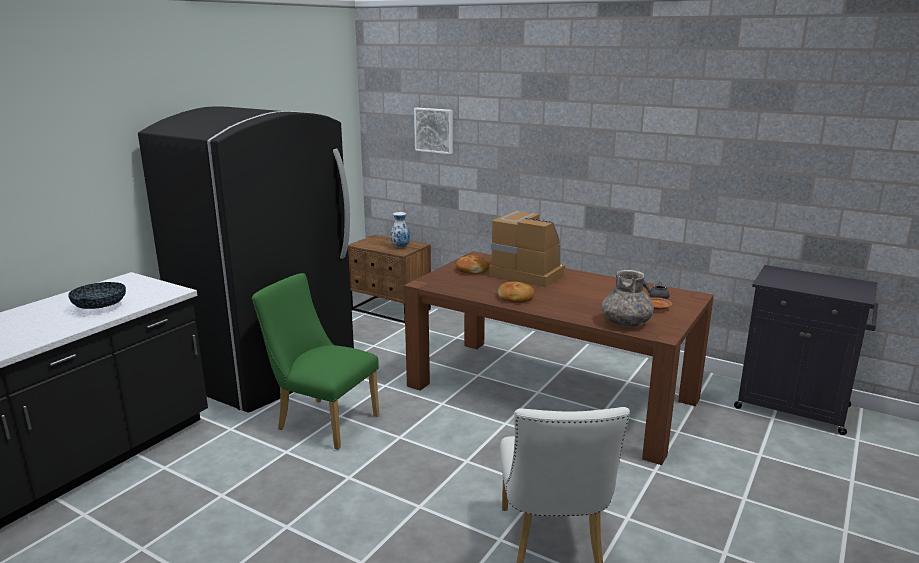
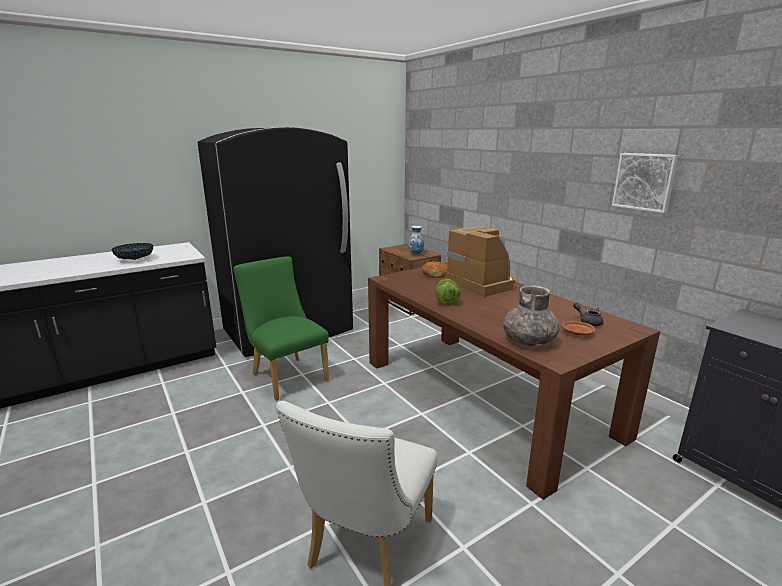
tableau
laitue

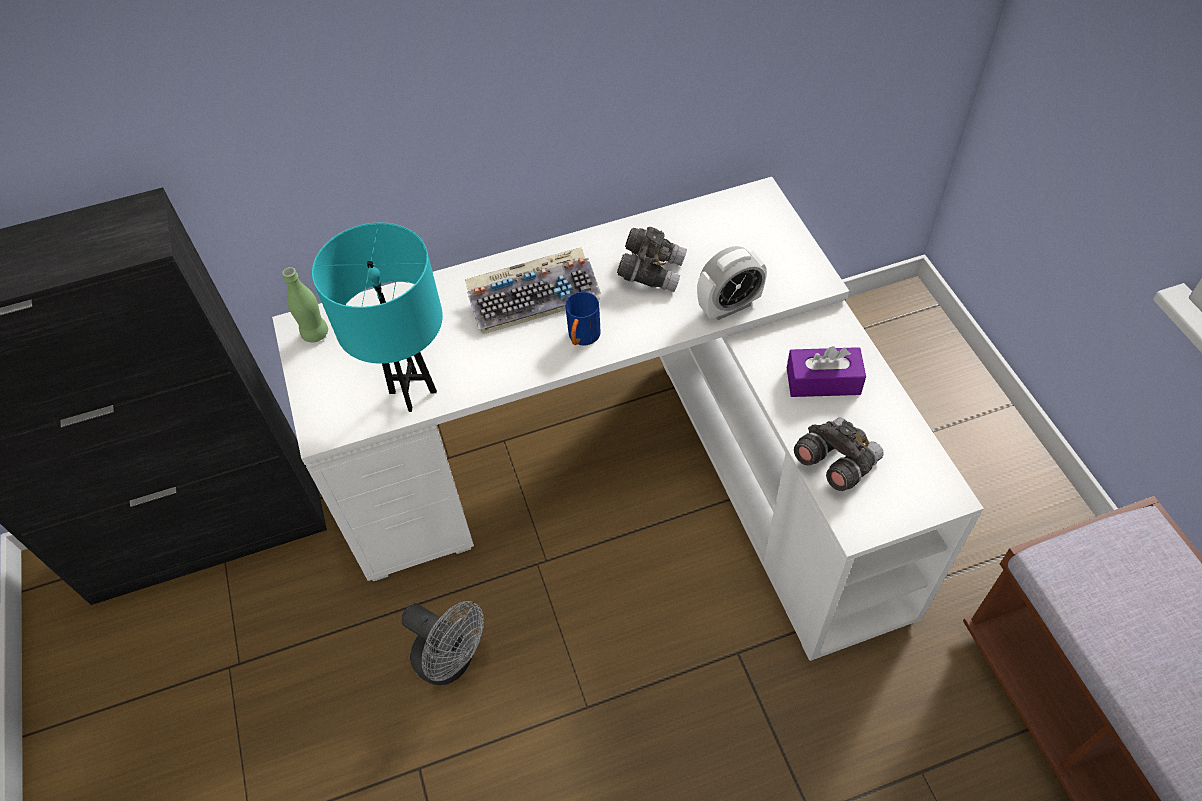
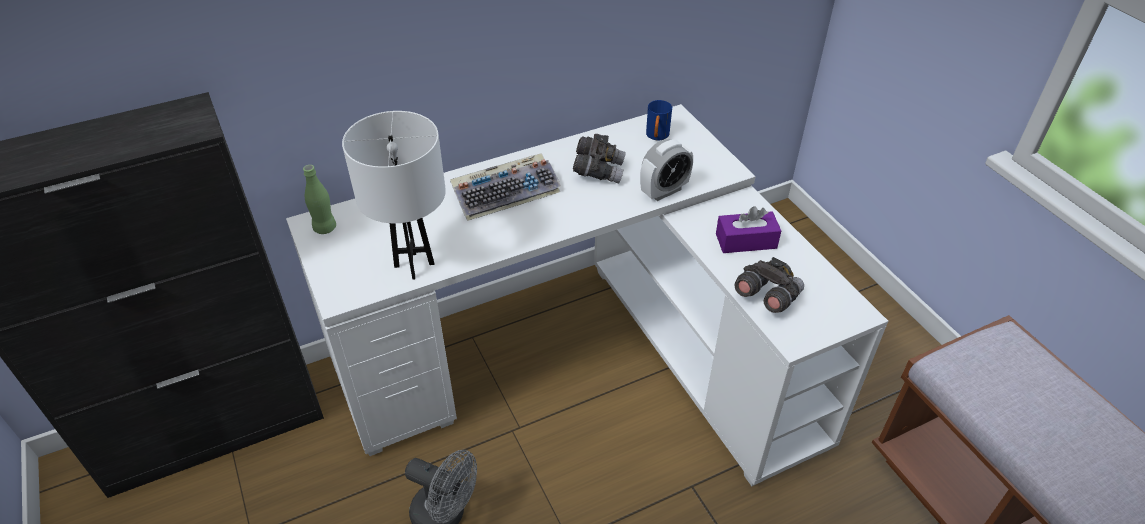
mug [bleu]
lampe de table [blanc]

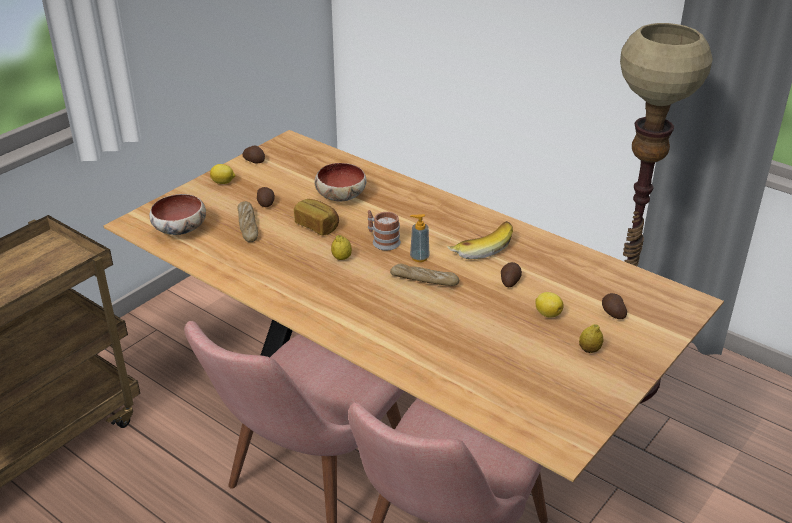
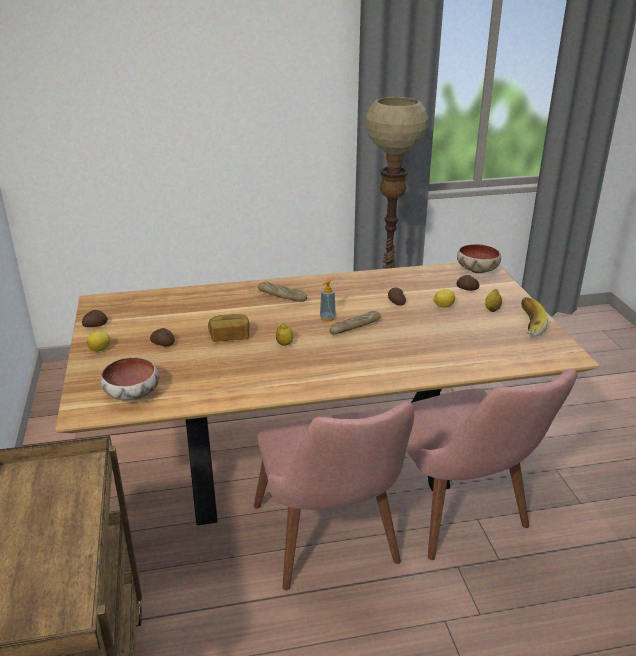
mug
pain (no. 2 from left)
bol (no. 2 from left)
banane

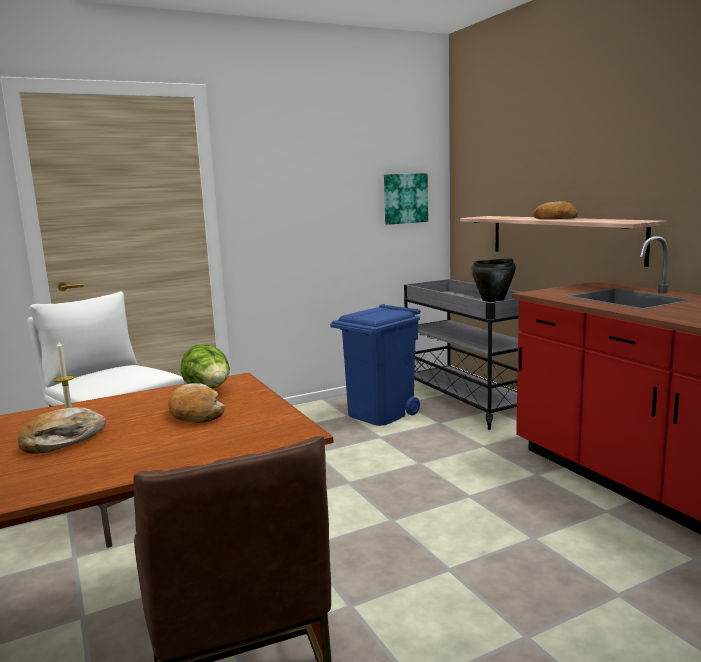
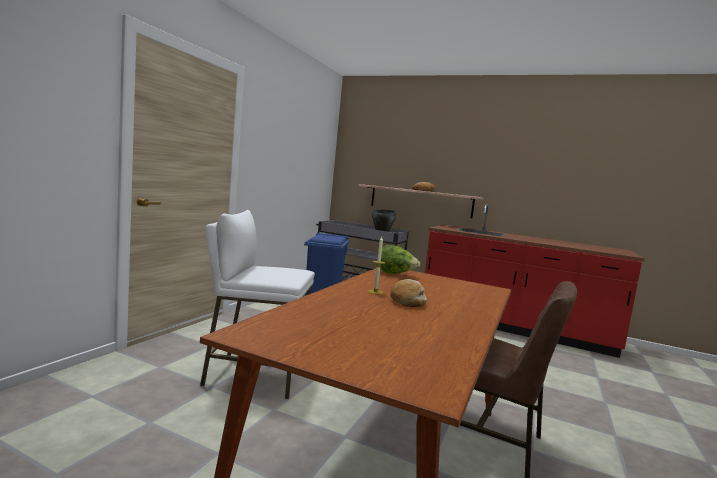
pain (no. 2 from left in the first image)
tableau

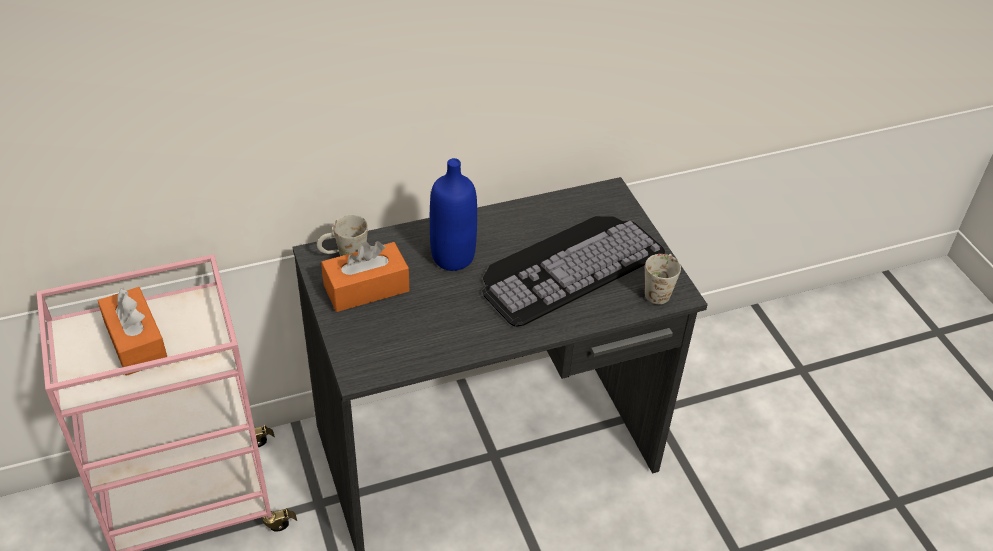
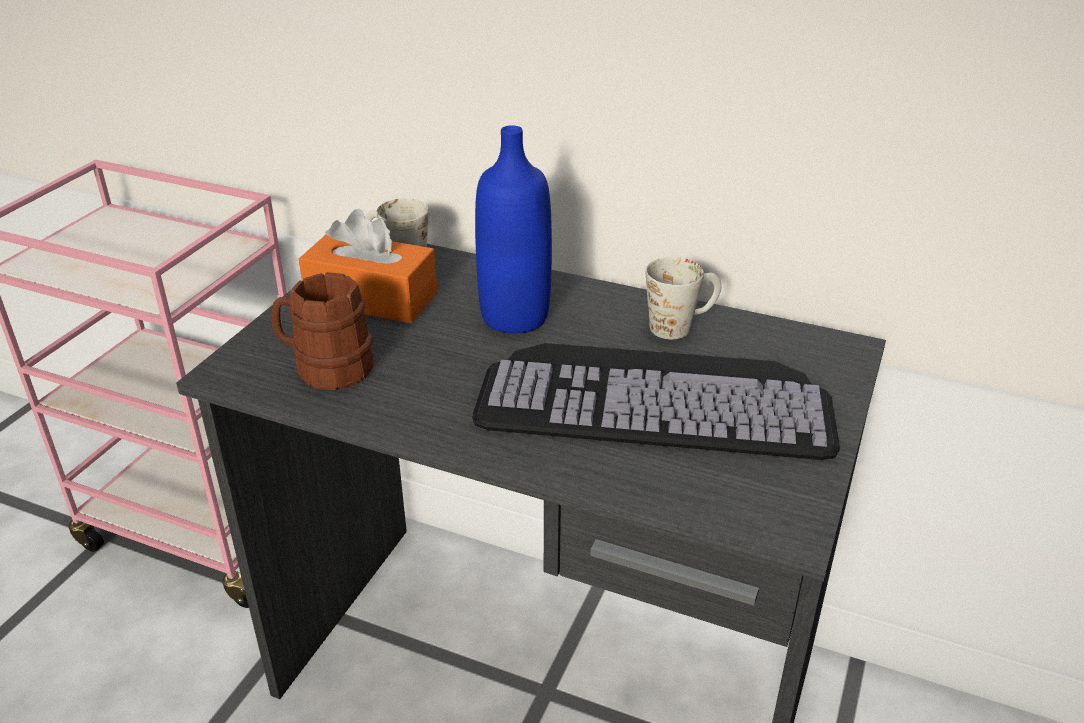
boîte à mouchoirs [orange] (no. 1 from left in the first image)
mug [marron]
mug [blanc] (no. 2 from left)

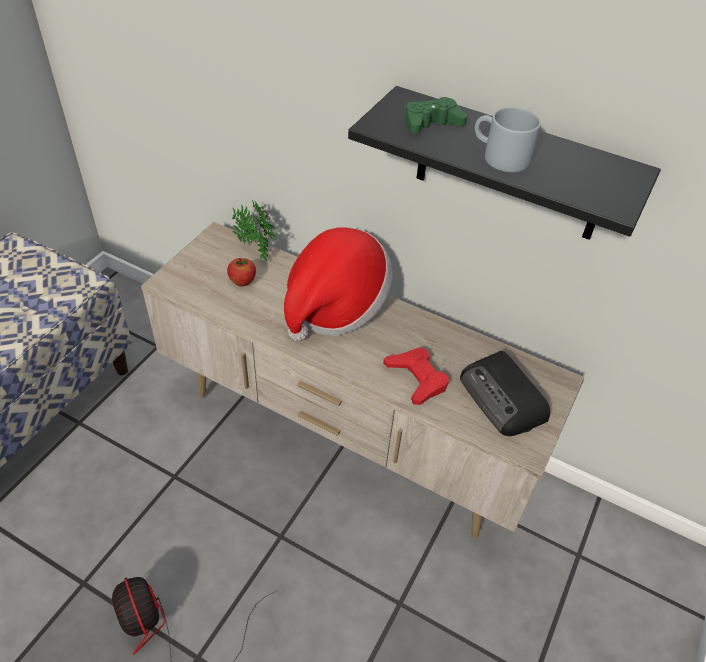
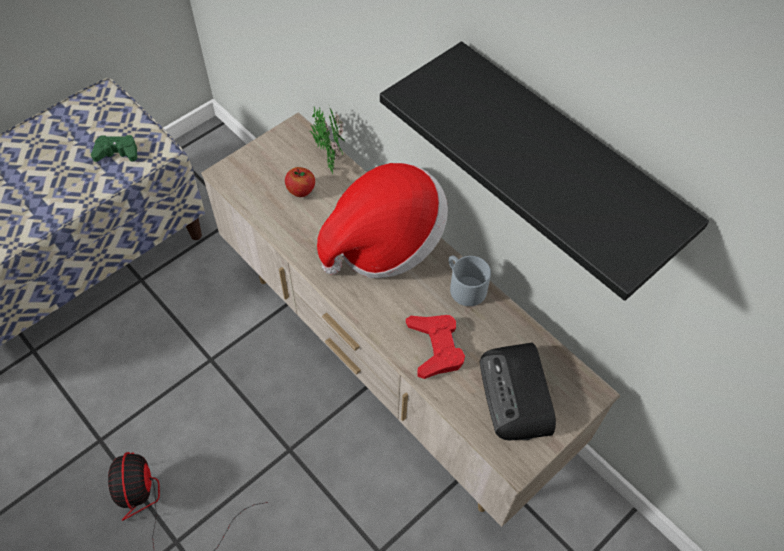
manette [vert]
mug [gris]

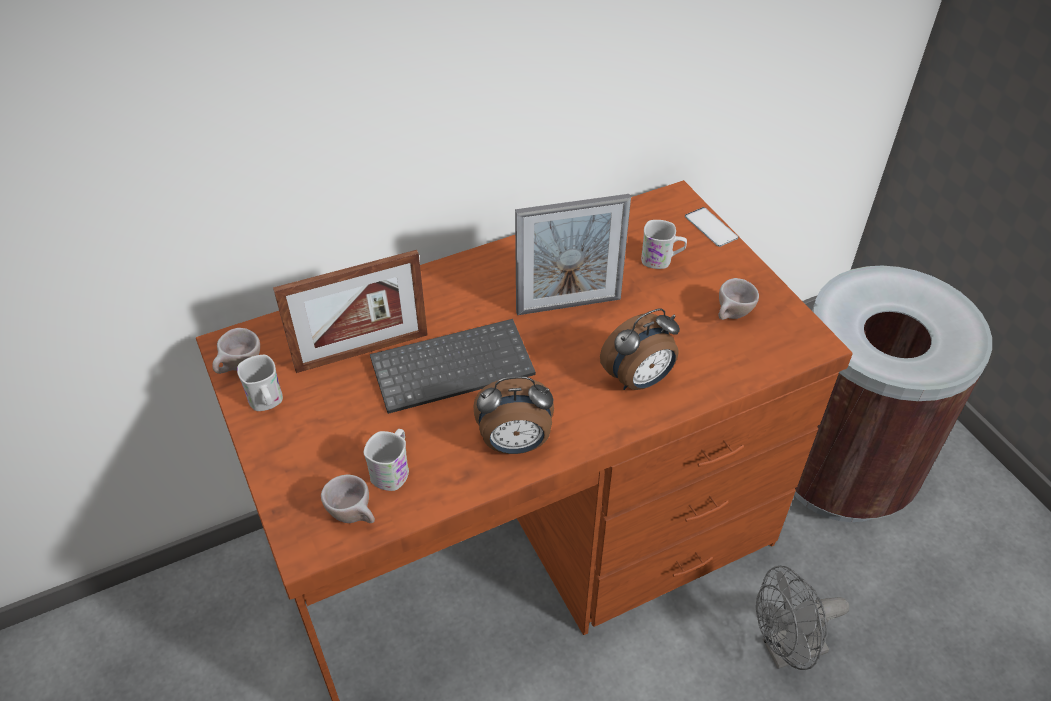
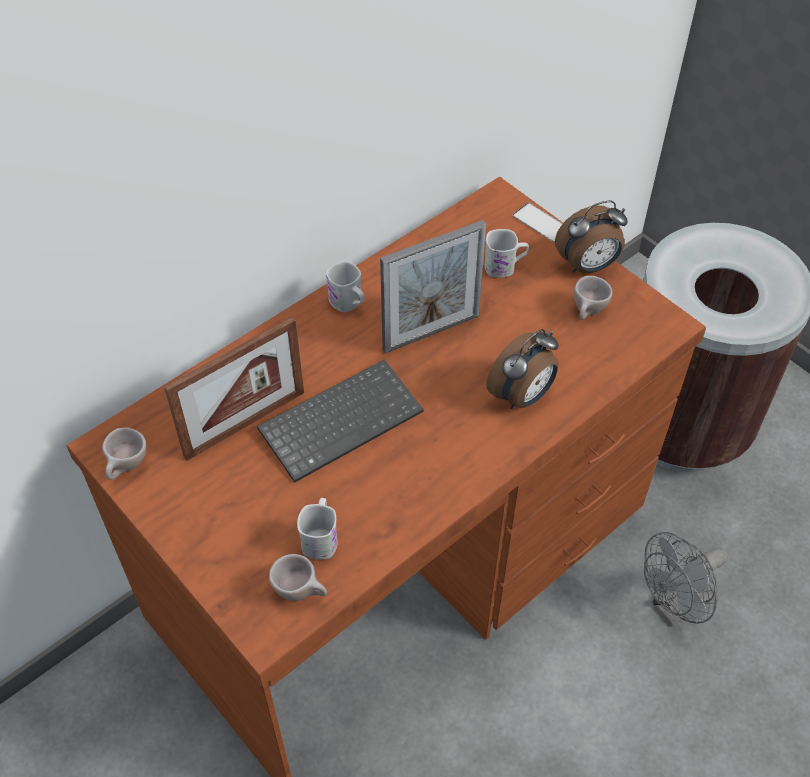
mug [blanc] (no. 2 from left)
réveil (no. 2 from left)

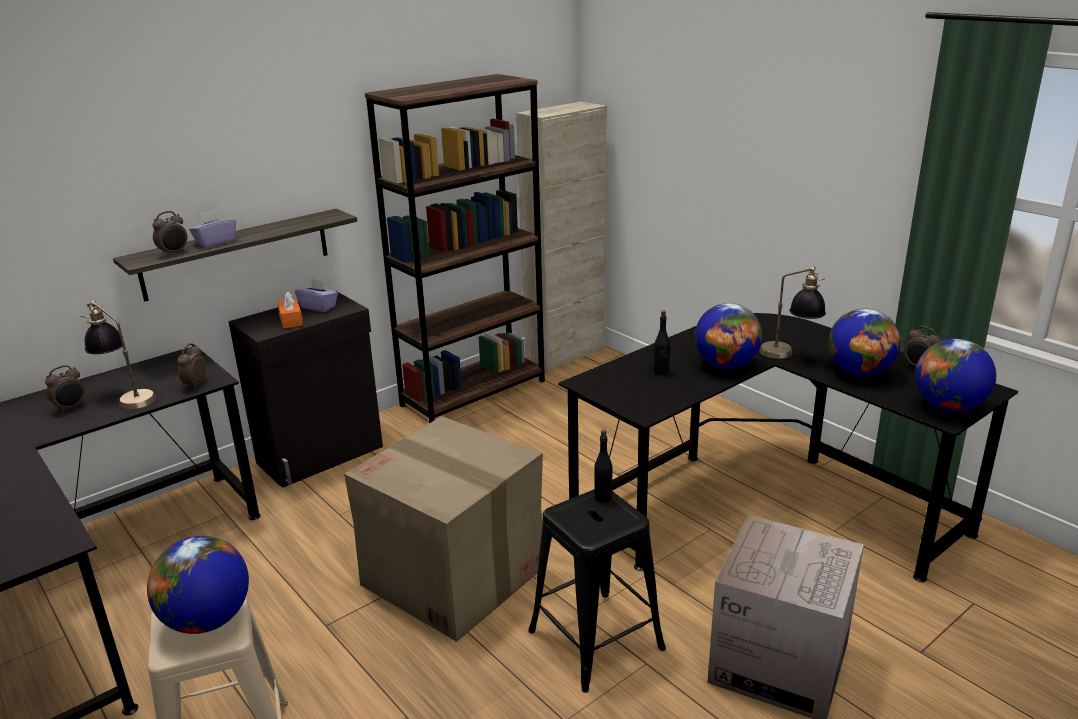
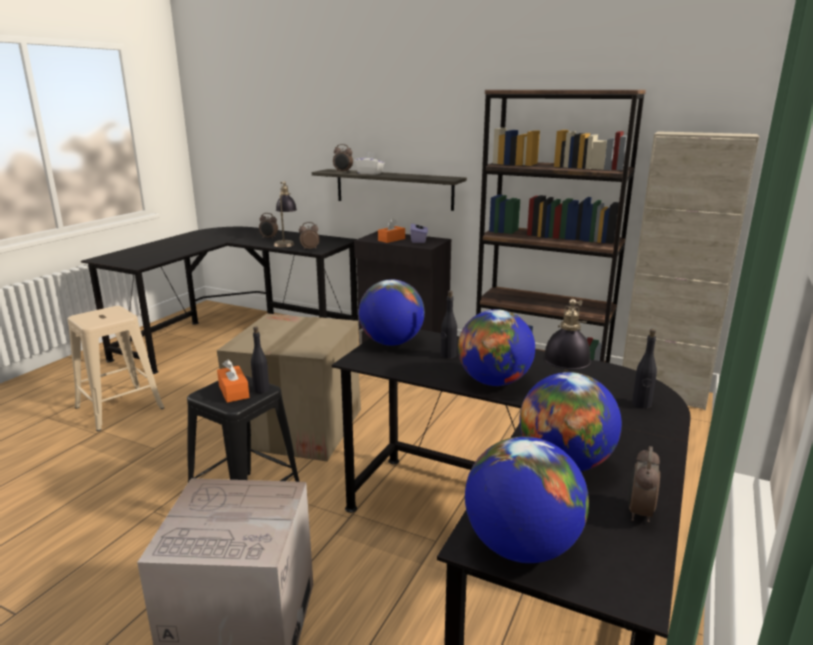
boîte à mouchoirs [orange] (no. 1 from left)
bouteille [noir] (no. 3 from left)
globe (no. 1 from left)
boîte à mouchoirs [blanc]

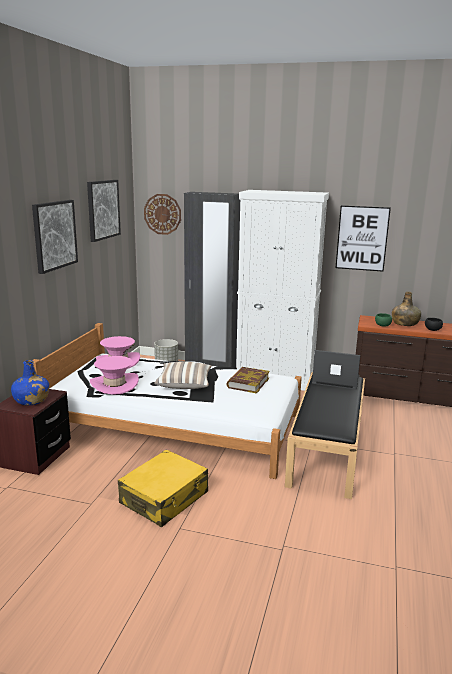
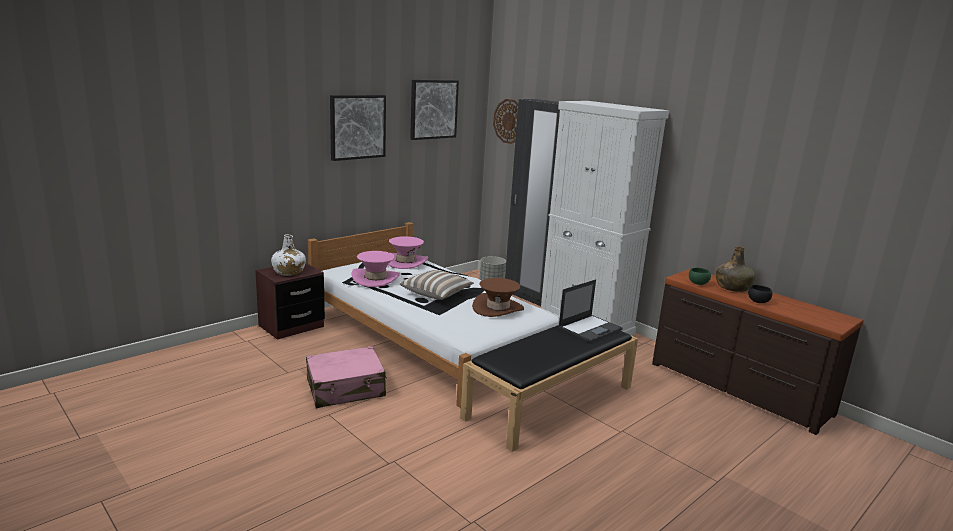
tableau (no. 3 from left in the first image)
chapeau [marron]
bouteille [blanc]
valise [rose]
ordinateur portable

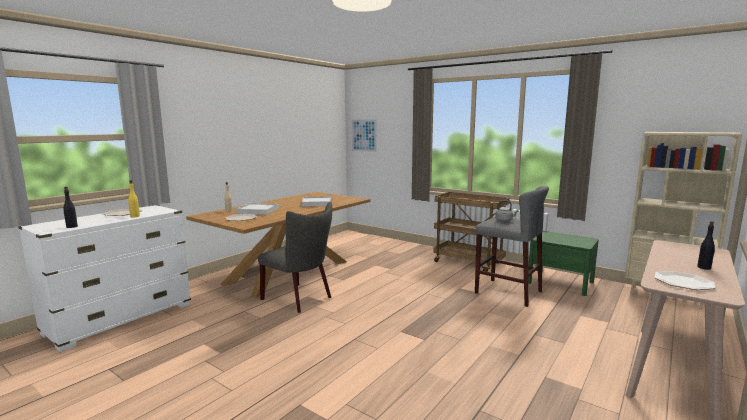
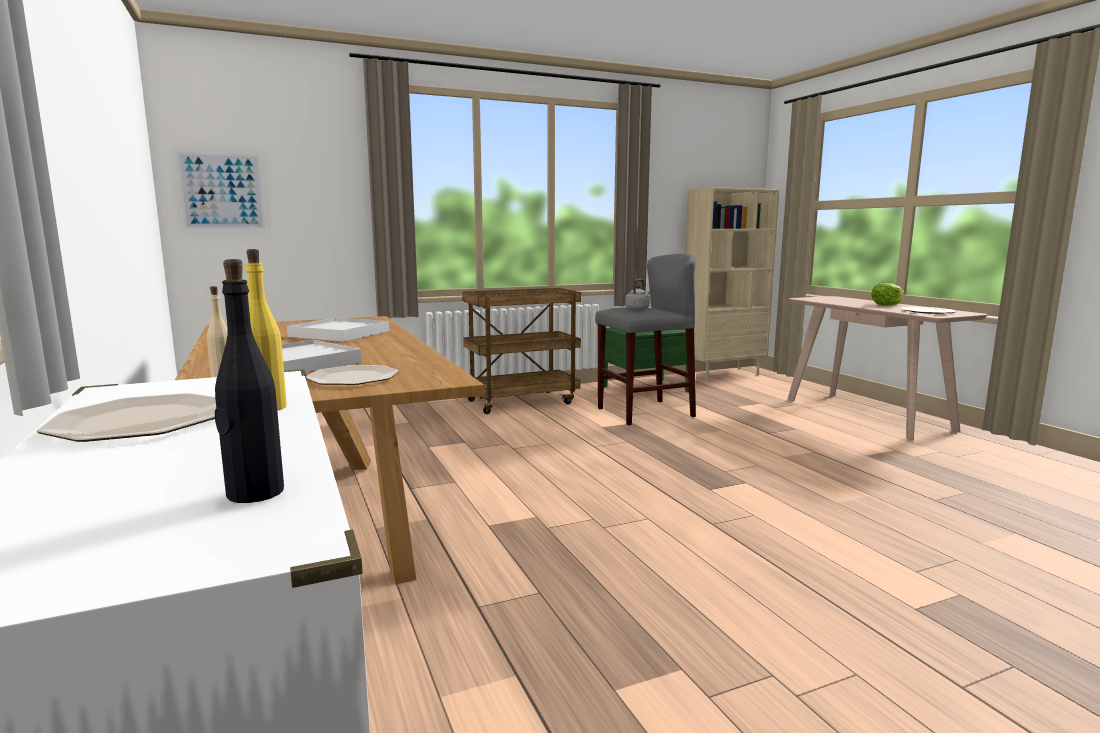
chaise [gris]
laitue

